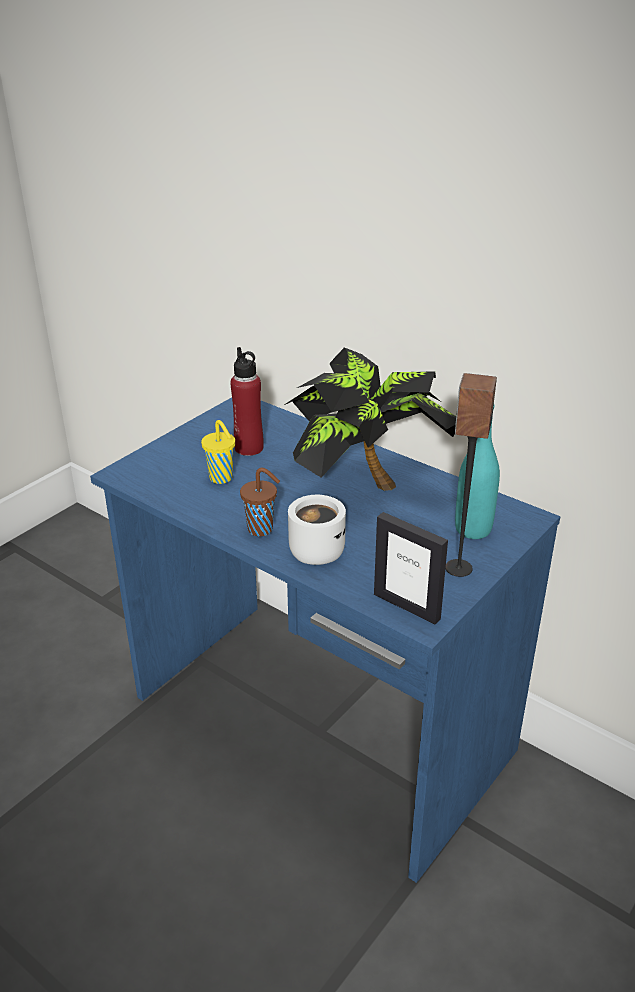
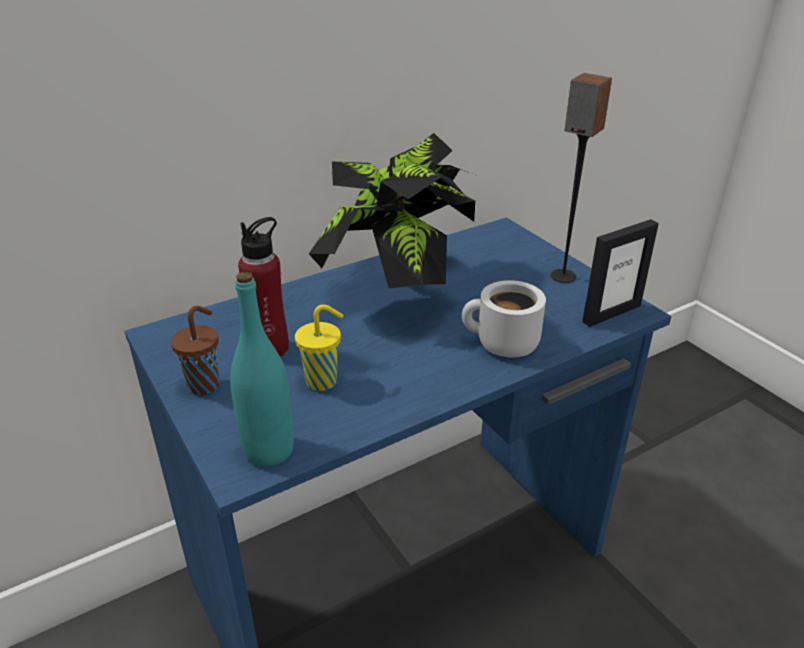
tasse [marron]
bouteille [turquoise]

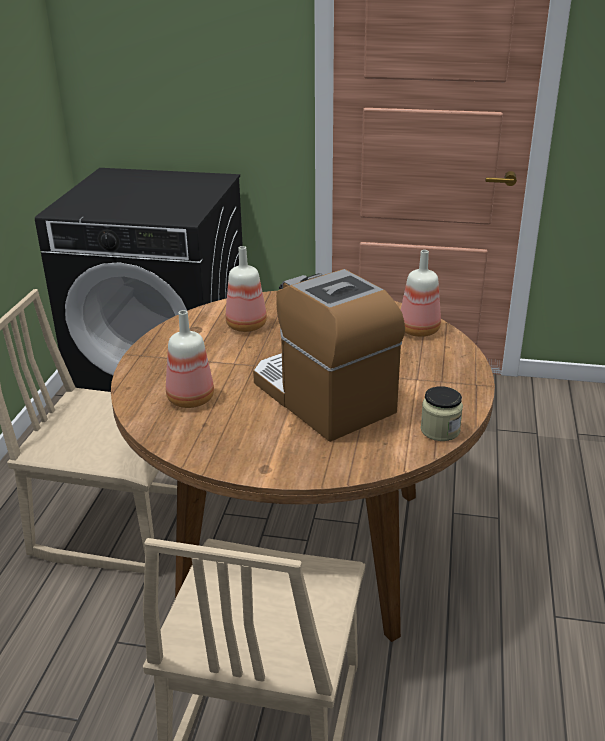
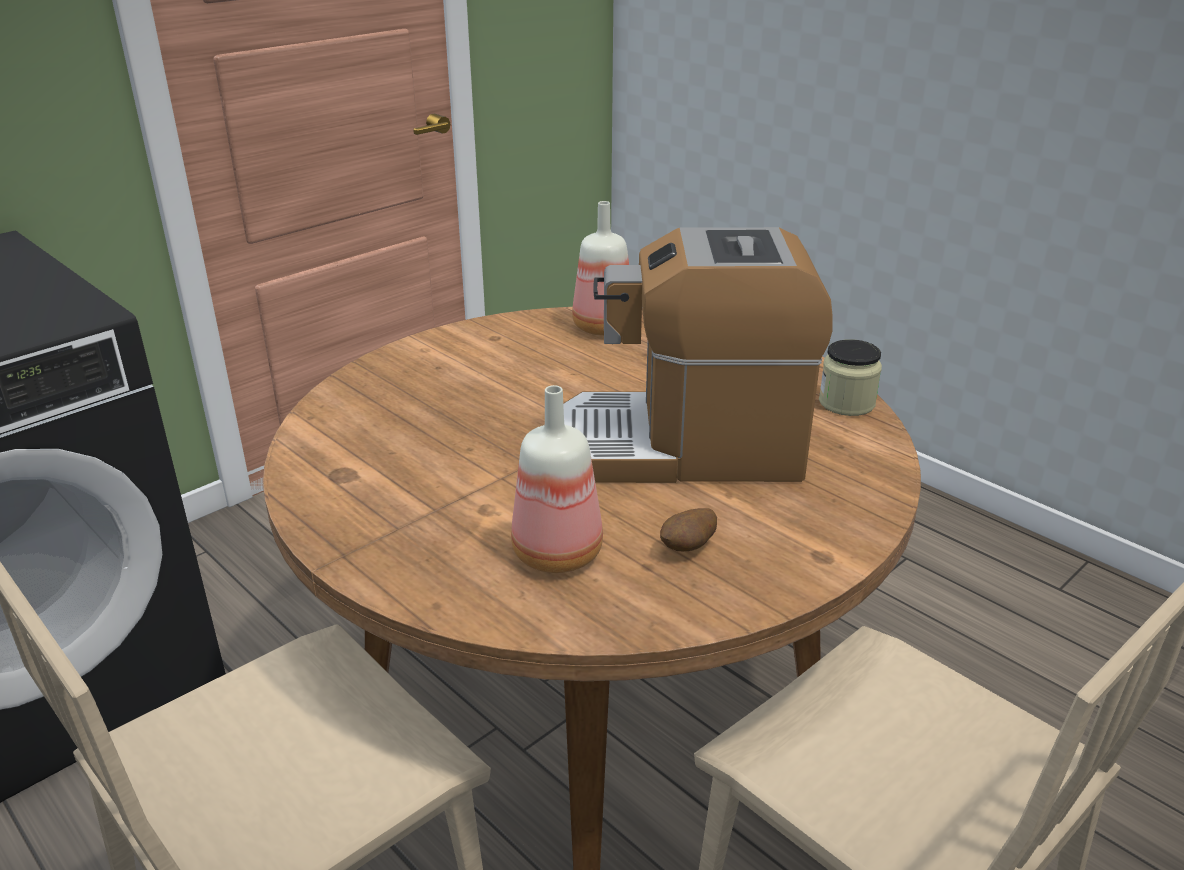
bouteille (no. 2 from left in the first image)
pomme de terre

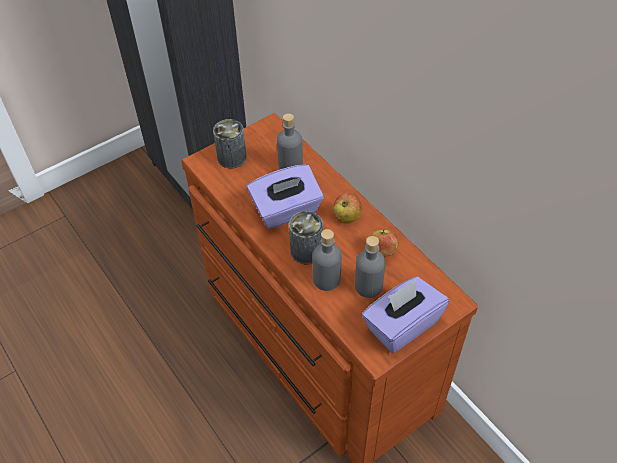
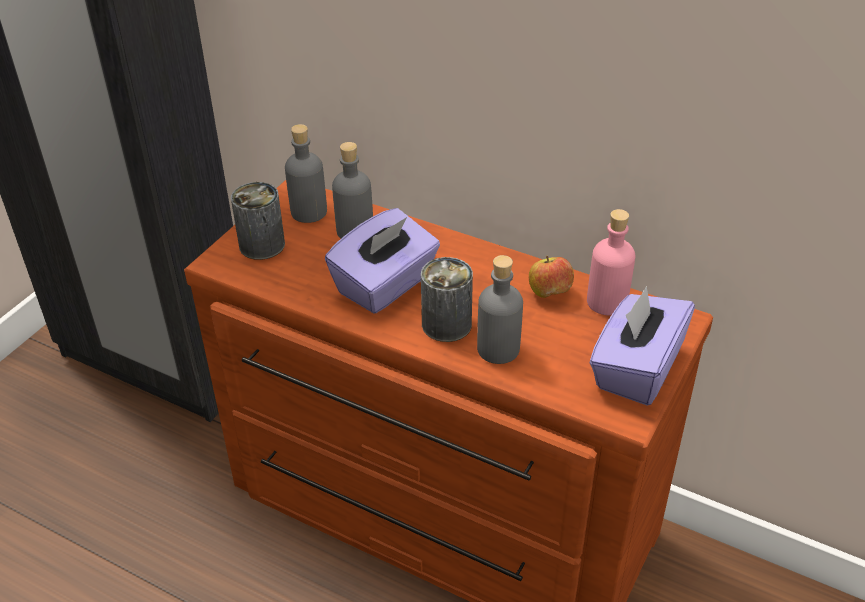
pomme (no. 1 from left in the first image)
bouteille [rose]
bouteille [gris] (no. 1 from left)

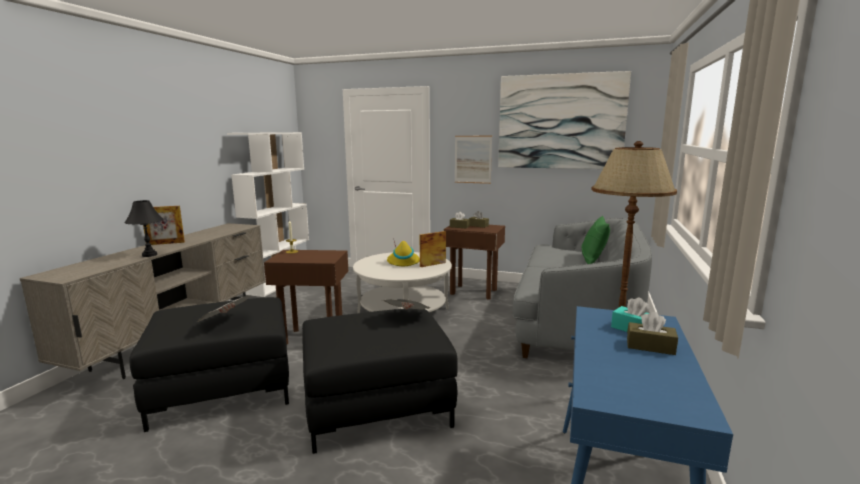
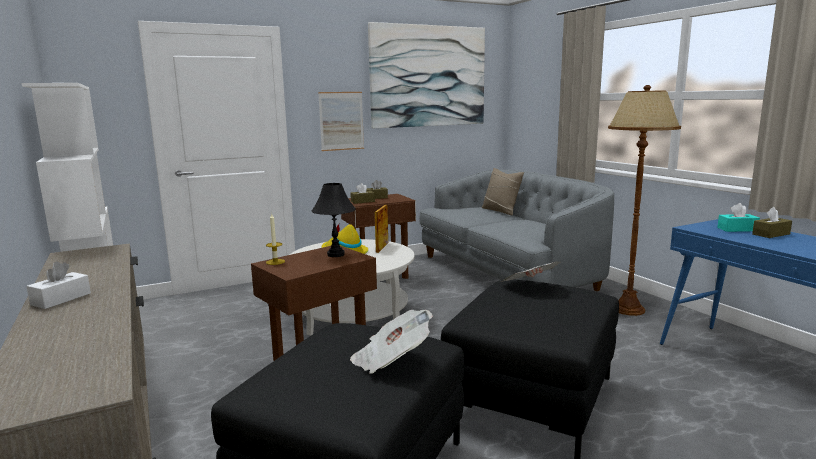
lampe de table [noir]
boîte à mouchoirs [blanc]
coussin [beige]

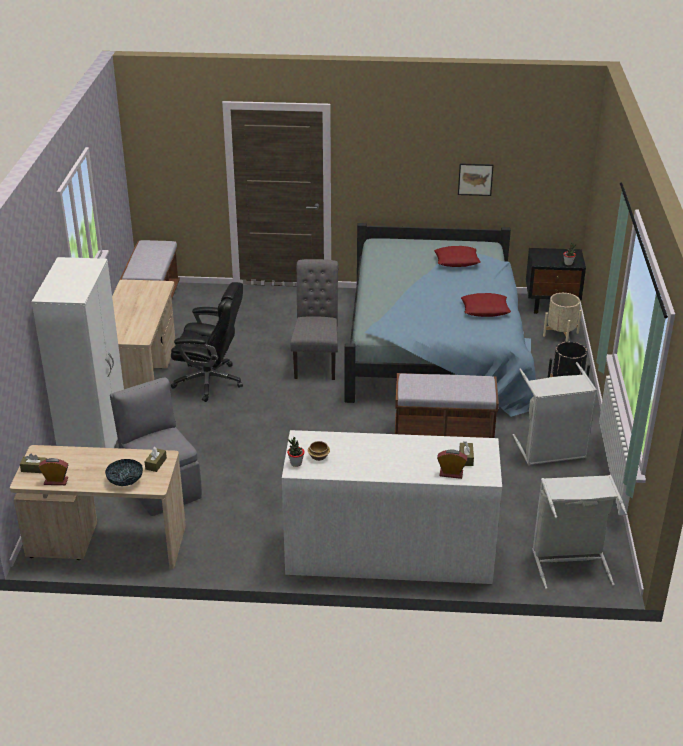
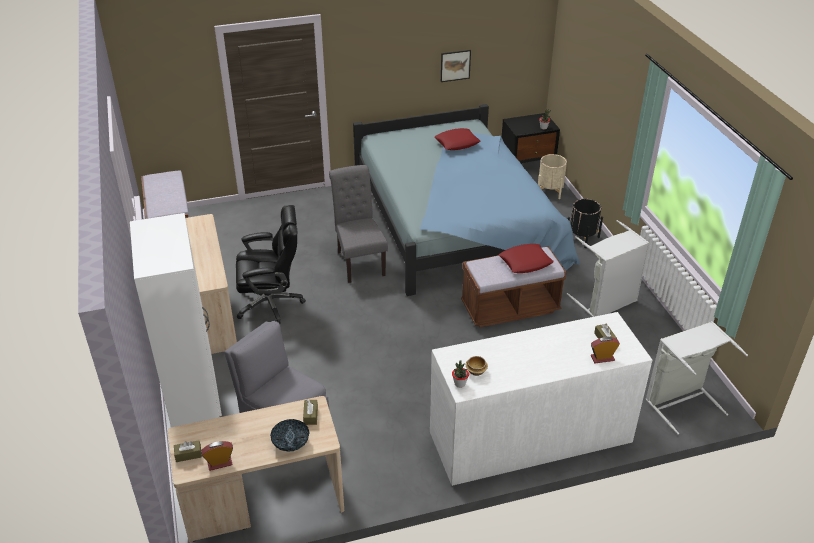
coussin [rouge] (no. 2 from left)

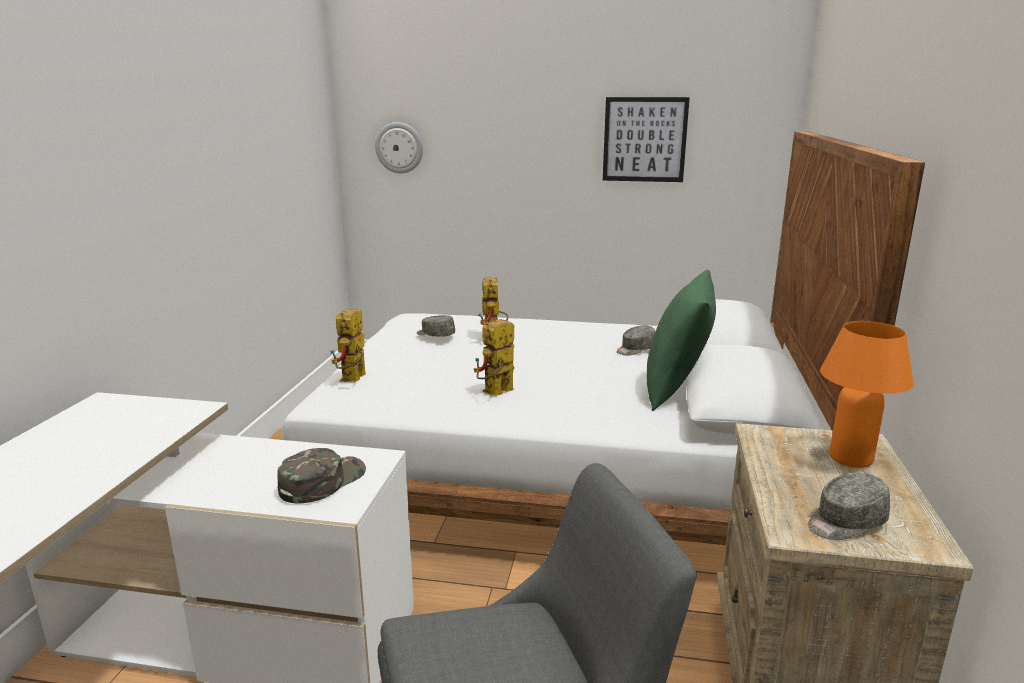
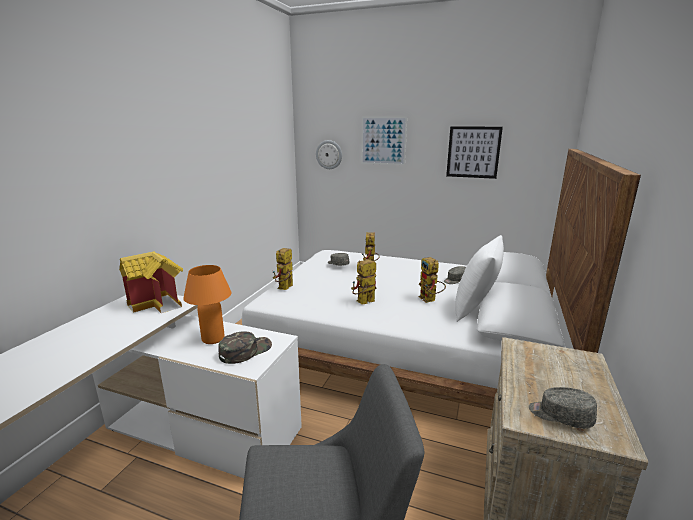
maison miniature
tableau (no. 1 from left)
robot jouet (no. 4 from left)
lampe de table [orange]
coussin [blanc]
casquette [gris] (no. 3 from left)

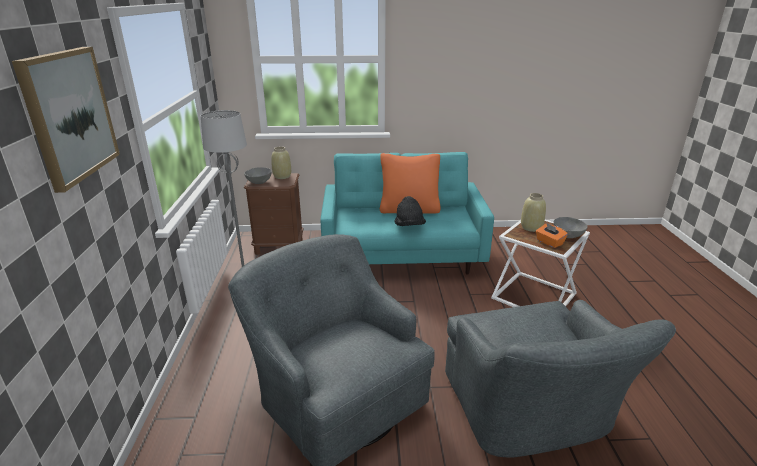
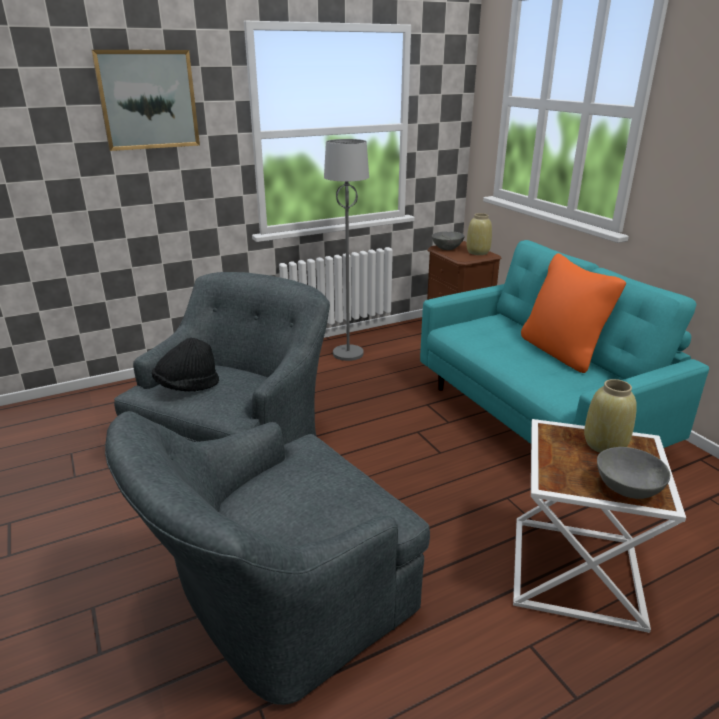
boîte à mouchoirs [orange]
chapeau [noir]

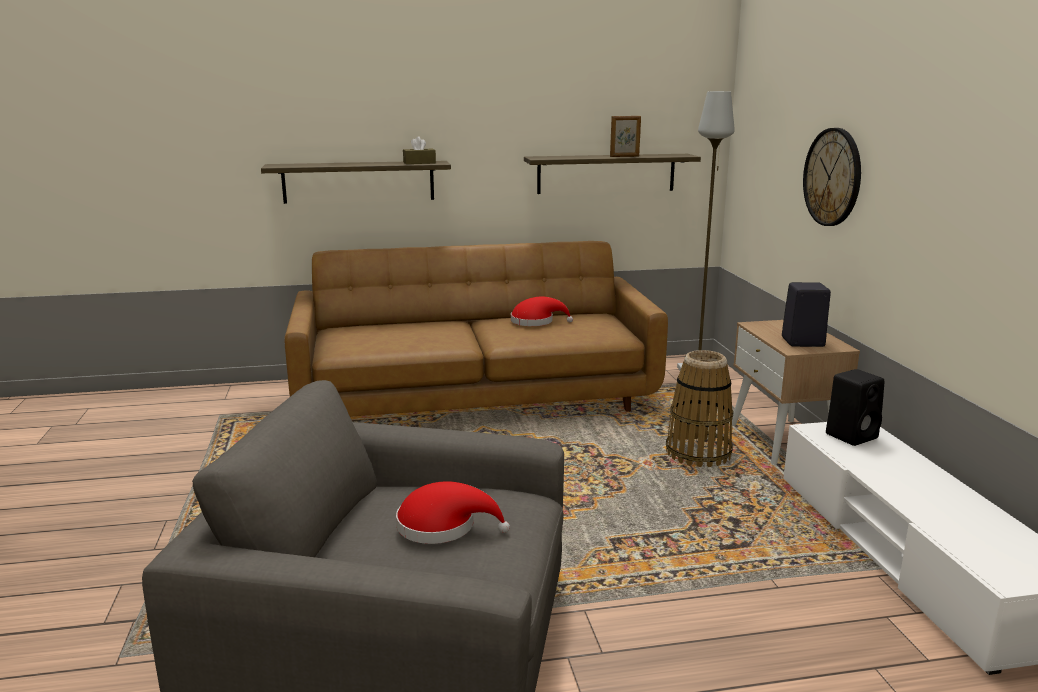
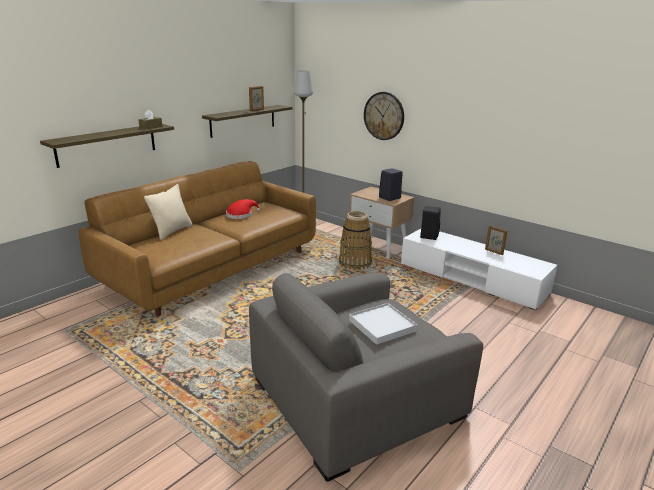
coussin [beige]
cadre photo (no. 2 from left)
plateau [blanc]

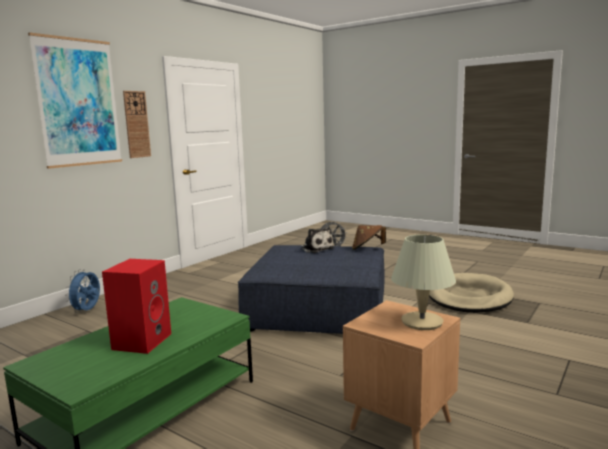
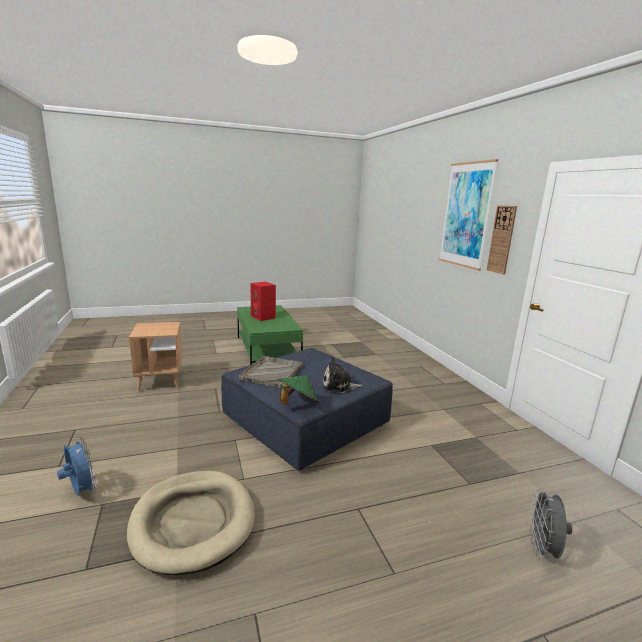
lampe de table [beige]
plateau [gris]
ventilateur [bleu]
chapeau [vert]

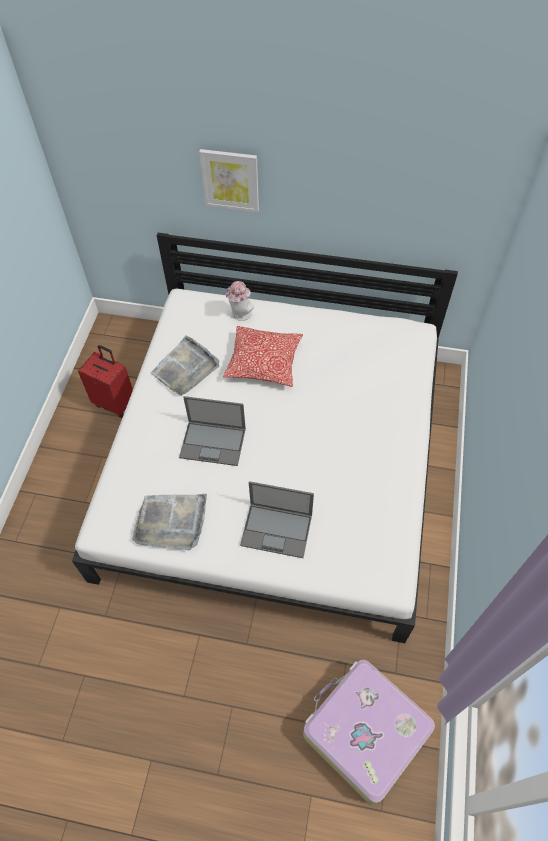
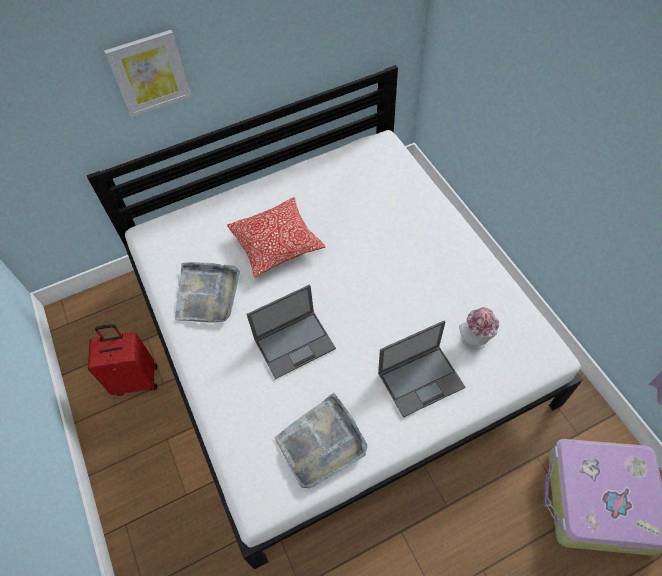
chapeau

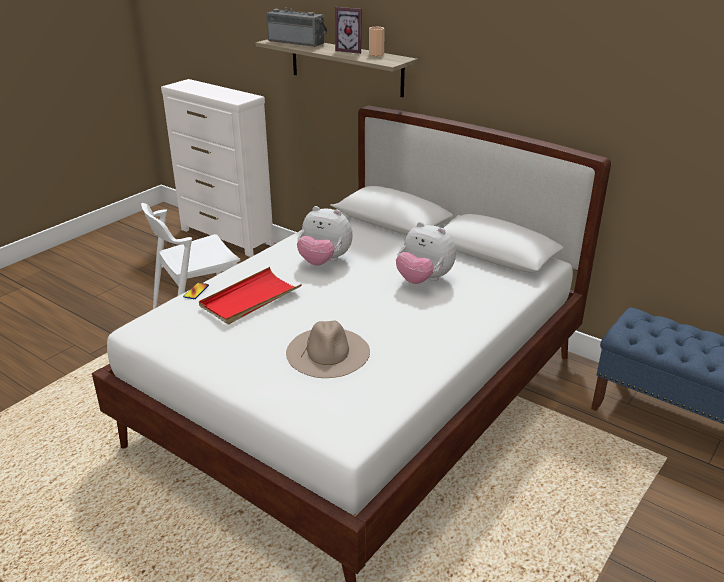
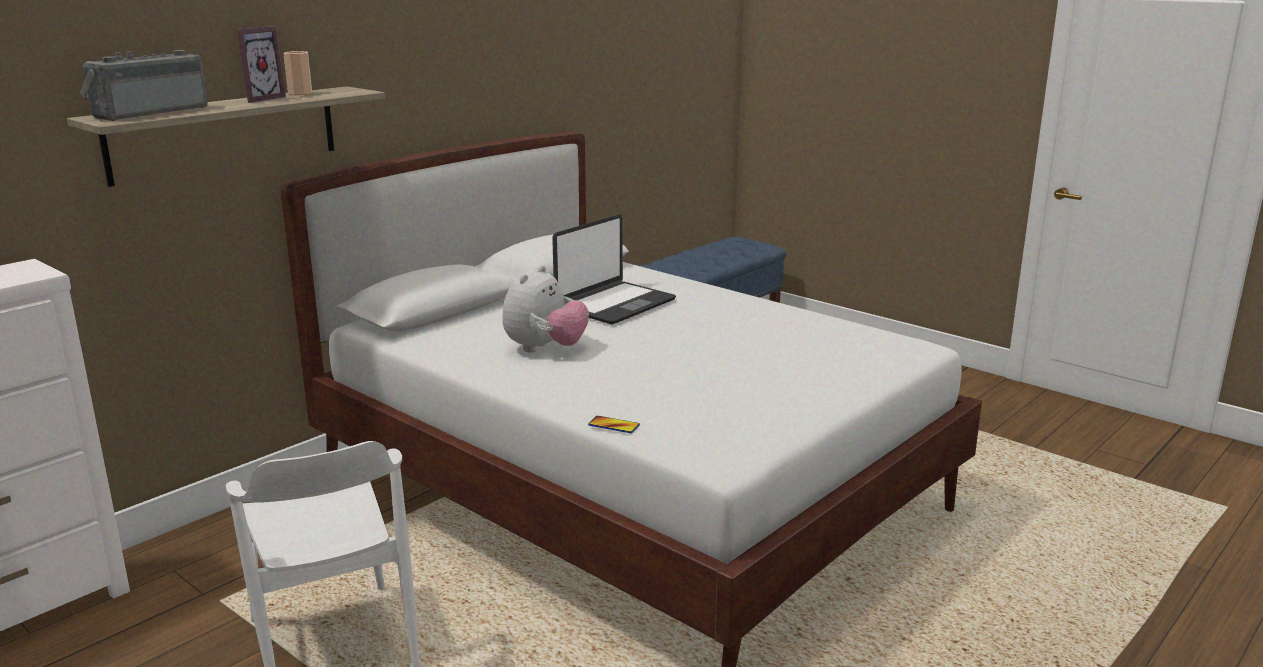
plateau [rouge]
chapeau [beige]
ordinateur portable

